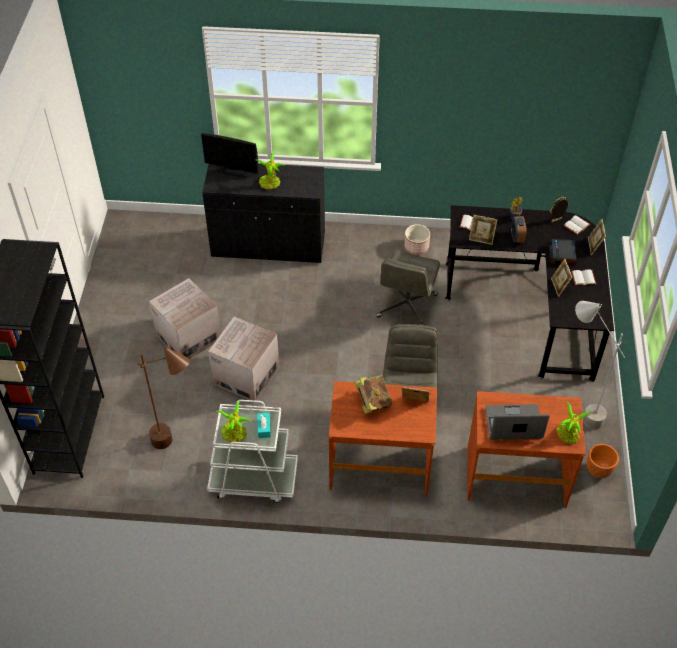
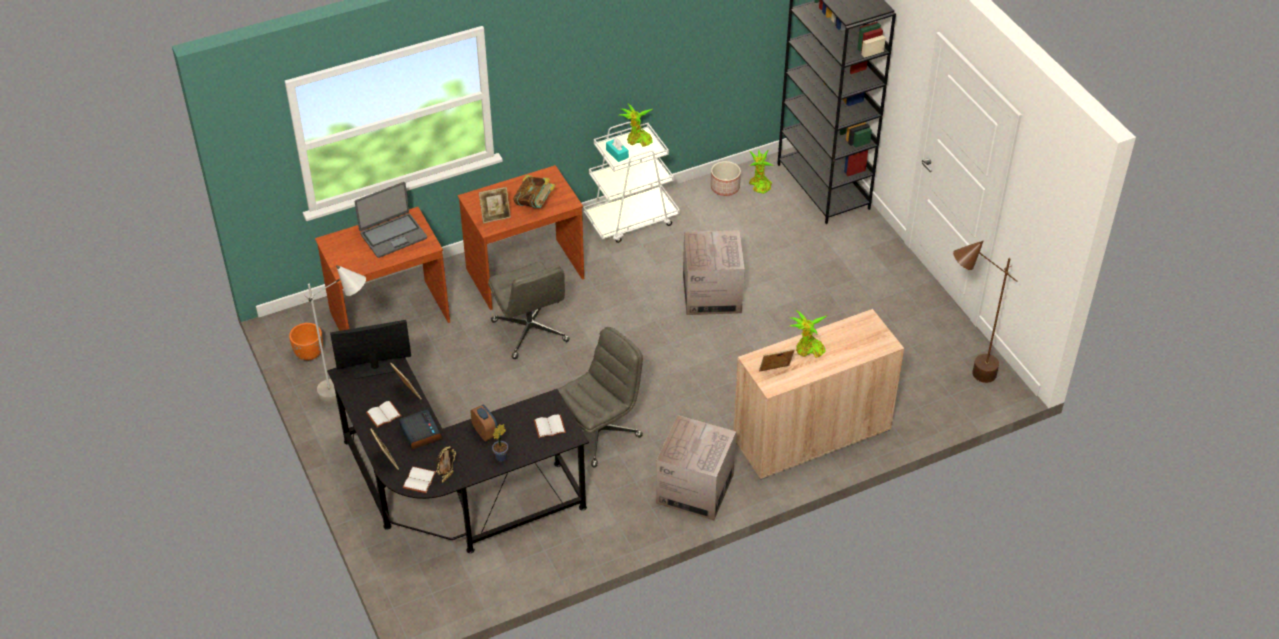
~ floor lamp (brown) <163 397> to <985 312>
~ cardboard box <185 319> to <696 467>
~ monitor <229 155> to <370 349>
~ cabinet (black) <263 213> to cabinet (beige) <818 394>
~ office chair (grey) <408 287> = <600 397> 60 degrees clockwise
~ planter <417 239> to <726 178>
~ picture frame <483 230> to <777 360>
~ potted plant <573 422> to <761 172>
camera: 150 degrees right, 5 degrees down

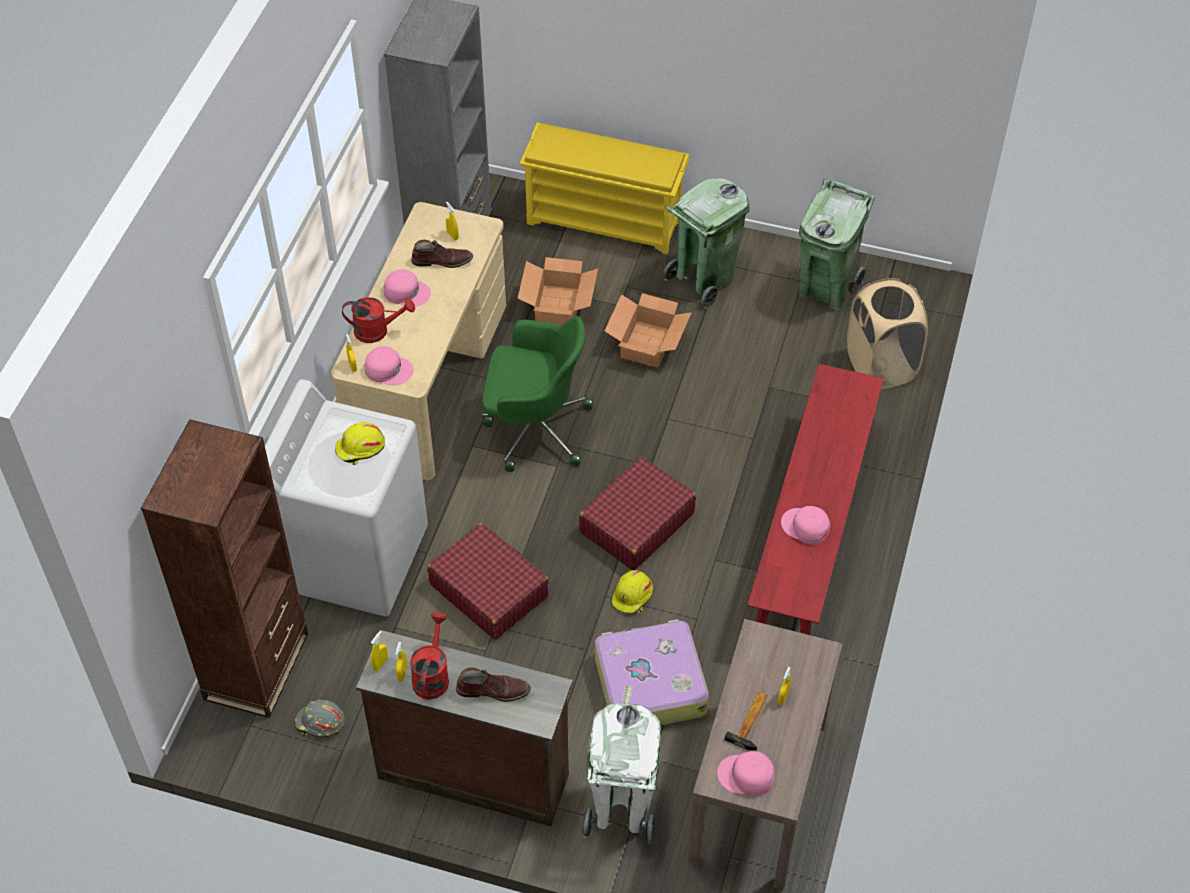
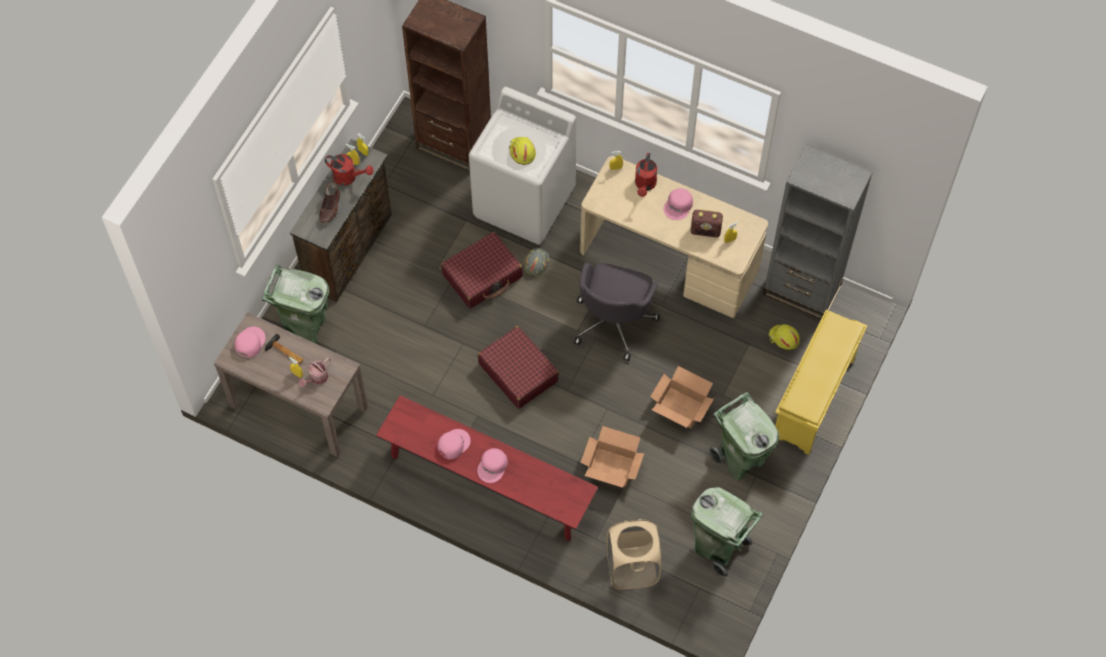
~ hard hat (grey) <320 718> to <536 262>
~ cap (pink) <389 365> to <492 465>
~ boot (brown) <442 254> to radio <706 223>
~ office chair (green) <537 394> to office chair (grey) <617 312>
~ cardboard box <557 291> to <612 457>
~ trash can (white) <621 773> to trash can (green) <295 304>
- suitcase <652 672>
~ hard hat (yellow) <632 592> to <784 337>
+ watering can <315 372>
camera: 100 degrees right, 10 degrees up

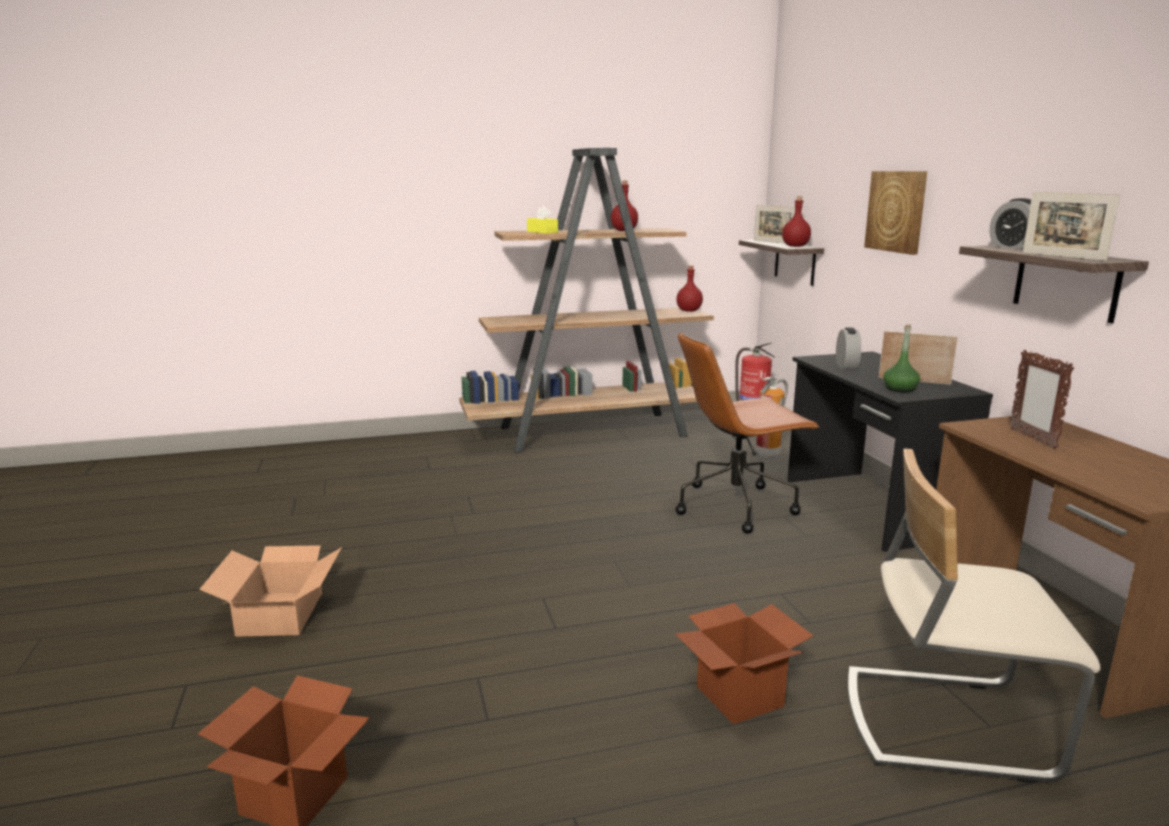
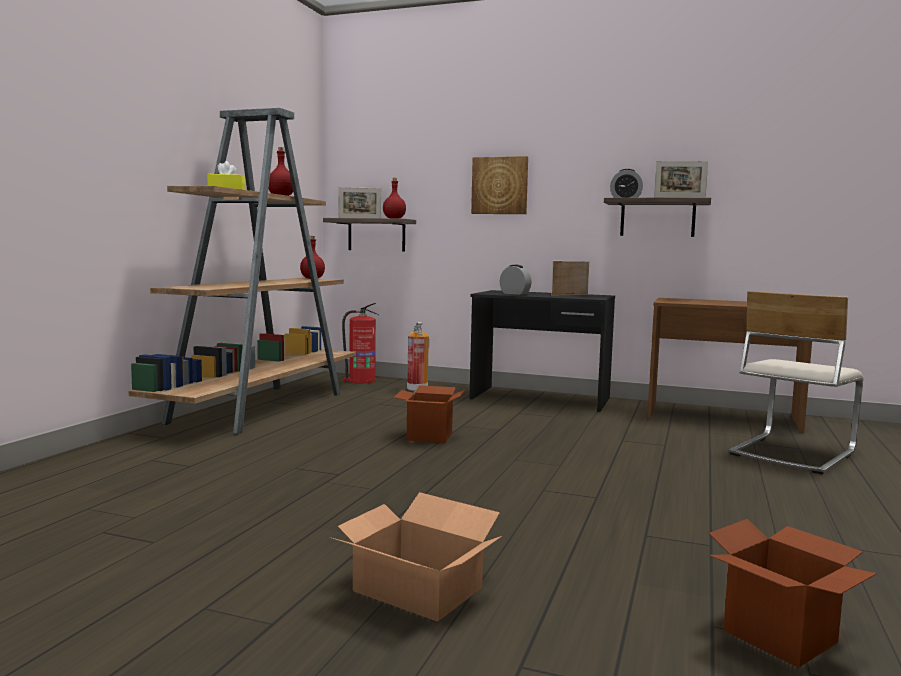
~ cardboard box <744 664> to <429 414>
- office chair (brown) <748 433>
- bottle (green) <901 359>
- picture frame <1042 399>
camera: 55 degrees left, 10 degrees down

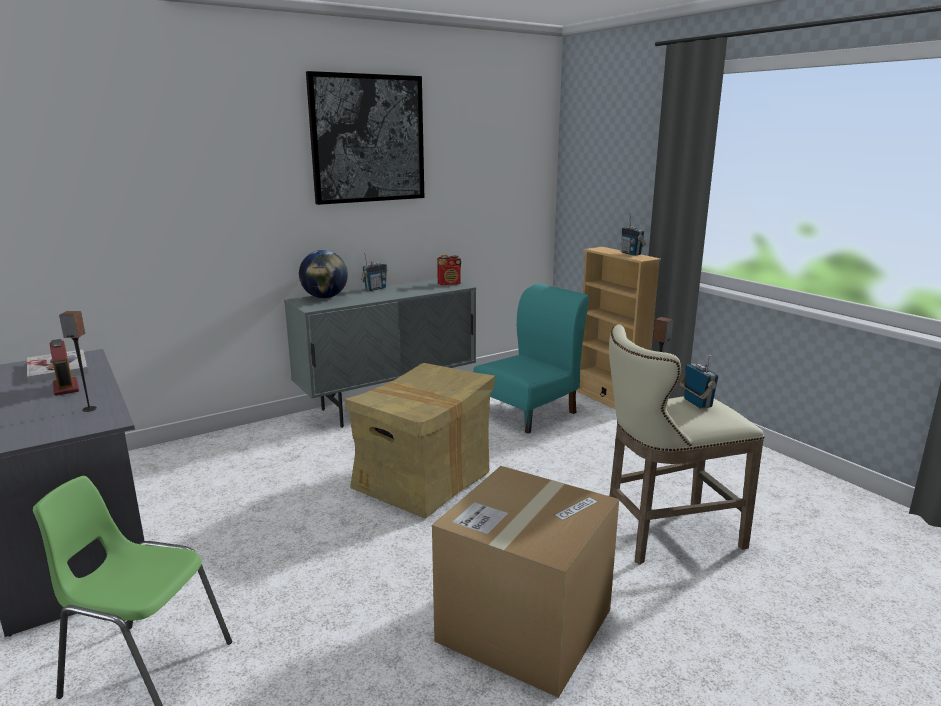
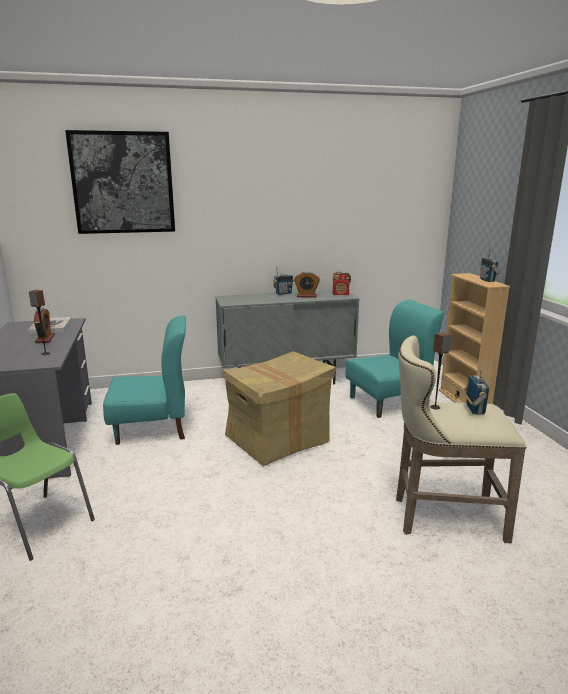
- globe <323 274>
~ picture <365 138> to <120 182>
- cardboard box <525 582>
+ chair (turquoise) <144 380>
+ alarm clock <307 284>
camera: 20 degrees right, 0 degrees up

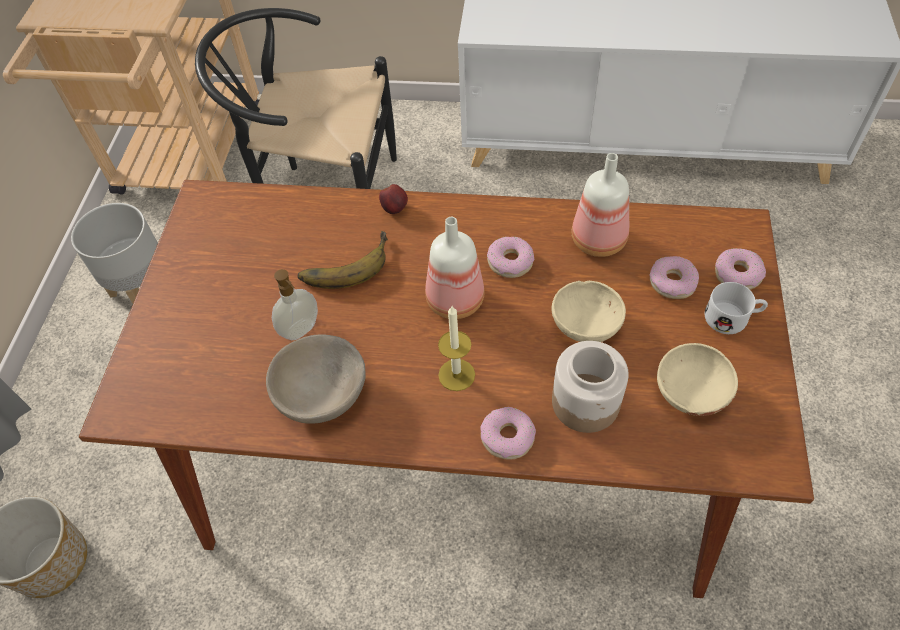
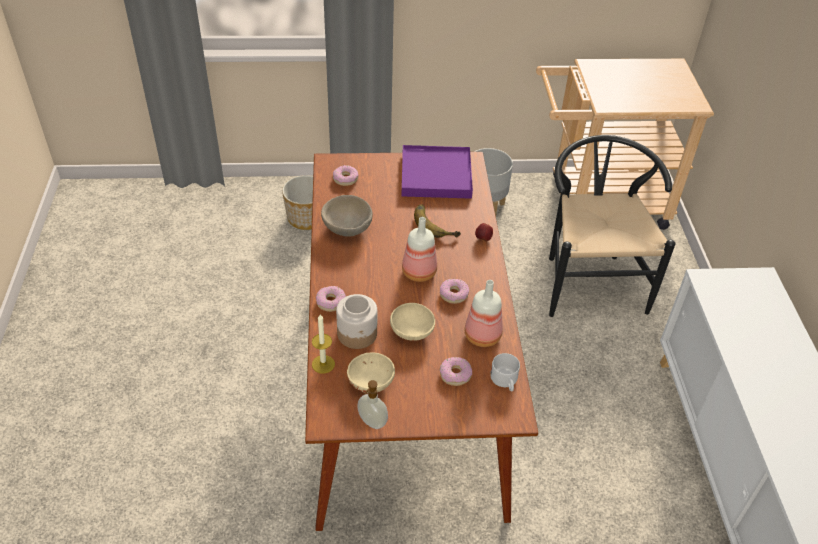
~ soap dispenser <295 304> to <372 404>
~ candle <456 348> to <323 344>
~ mug (white) <736 308> to <505 372>
~ donut <740 269> to <346 175>
+ tray (purple) <437 172>
camera: 75 degrees right, 10 degrees down

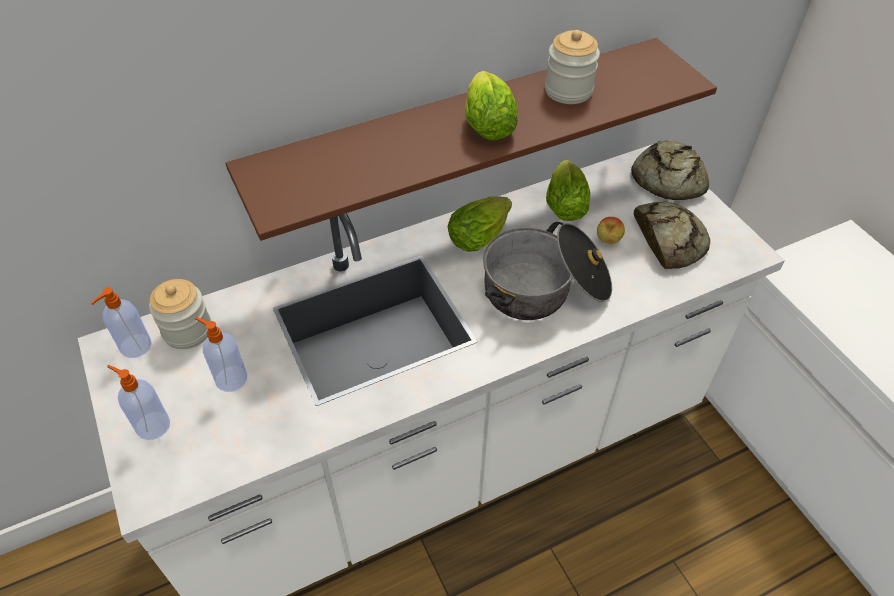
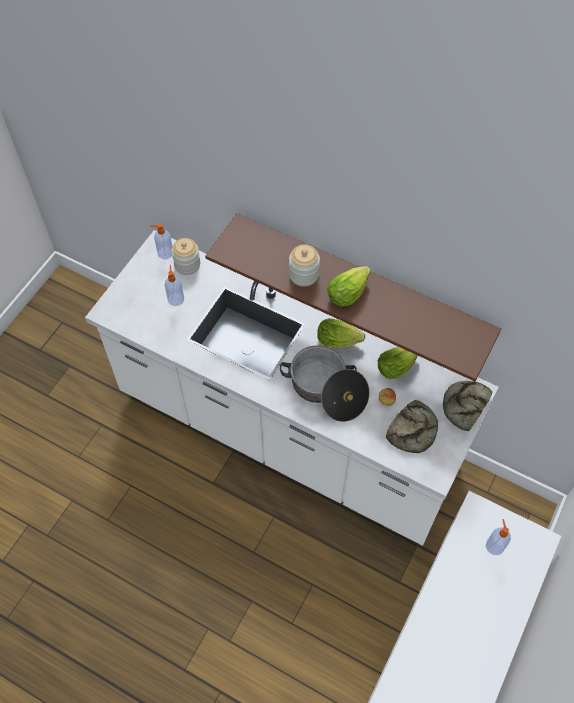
~ soap dispenser <138 402> to <498 537>
~ jar <572 67> to <304 266>
camera: 55 degrees right, 10 degrees up

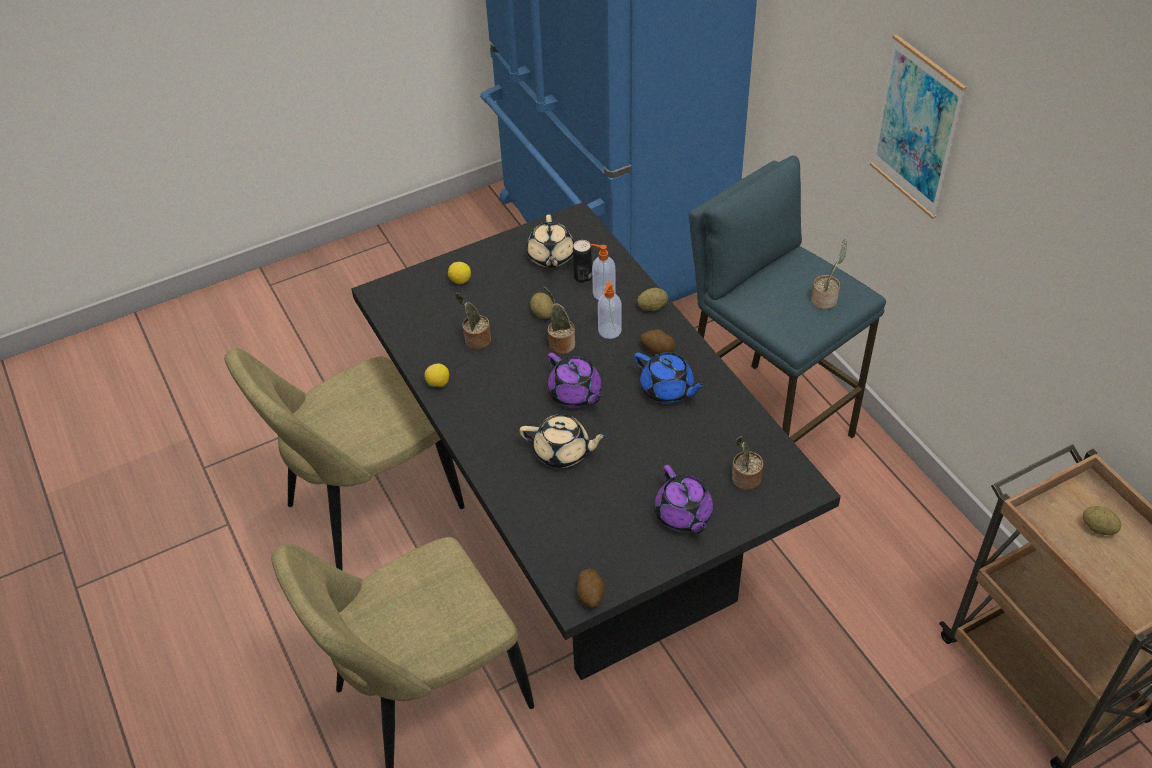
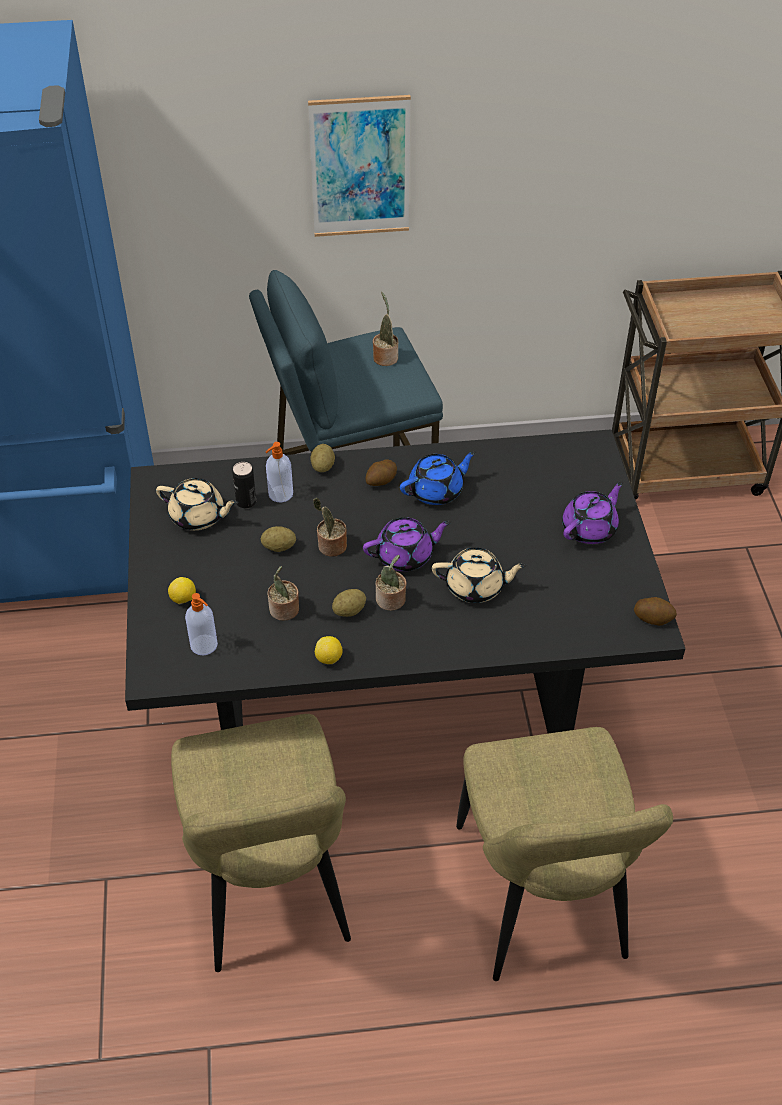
~ teapot (beige) <563 441> = <479 575> 60 degrees clockwise
~ soap dispenser <610 310> to <201 624>
~ teapot (purple) <683 499> = <592 512> 45 degrees counterclockwise
~ potted plant <747 463> to <391 583>
~ potato <1102 520> to <349 603>
camera: 70 degrees left, 0 degrees up

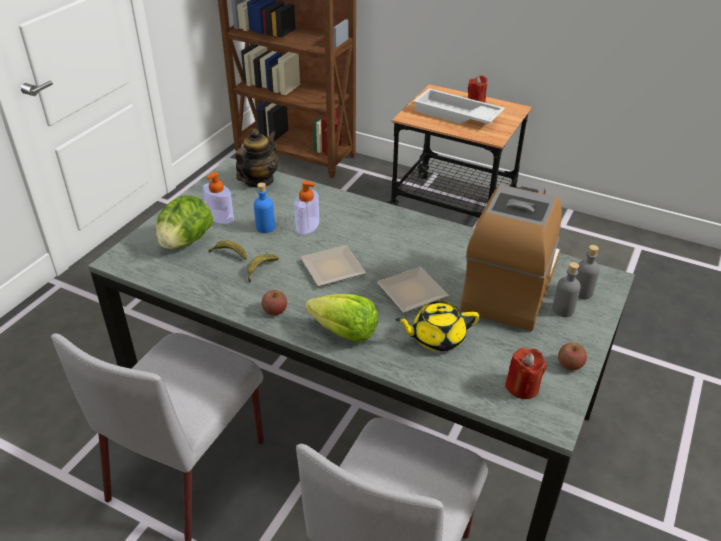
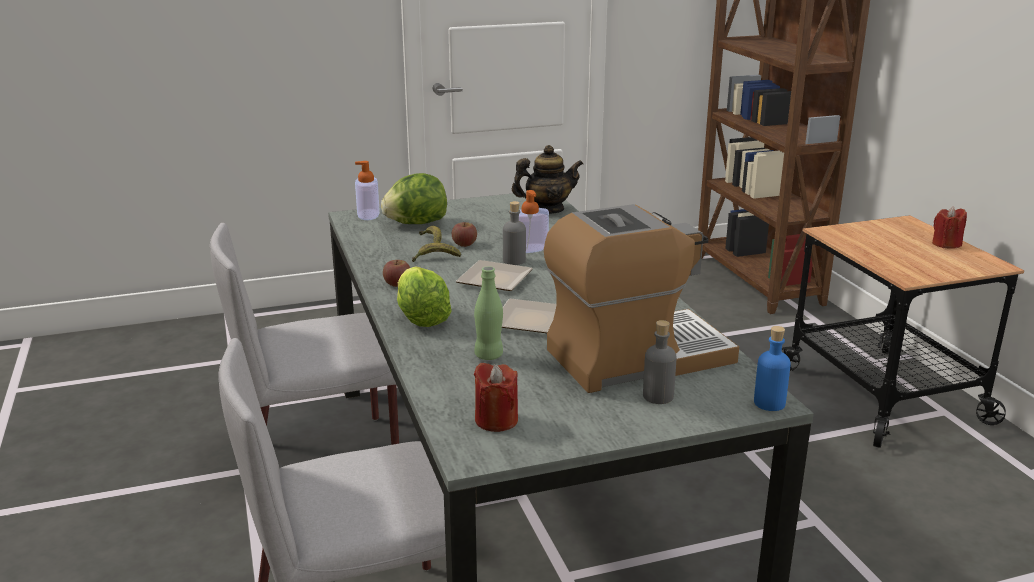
~ soap dispenser <218 198> to <367 190>
~ bottle (blue) <264 208> to <772 368>
~ teapot (yellow) <437 326> to bottle (green) <488 313>
- tray (white) <459 106>
~ apple <572 356> to <464 234>
~ bottle (grey) <587 272> to <514 233>
camera: 45 degrees right, 15 degrees down

